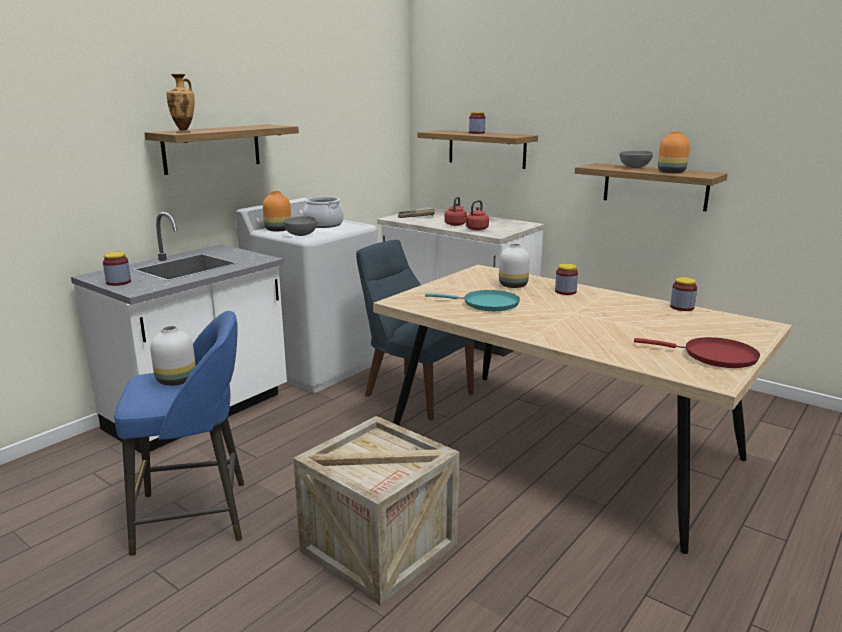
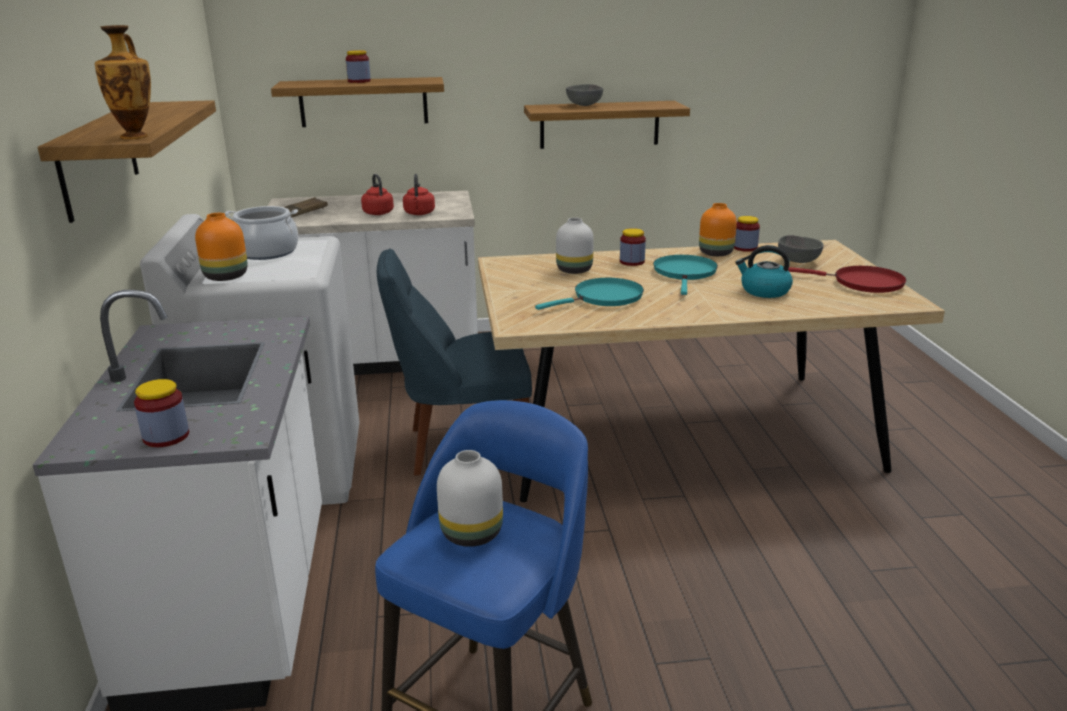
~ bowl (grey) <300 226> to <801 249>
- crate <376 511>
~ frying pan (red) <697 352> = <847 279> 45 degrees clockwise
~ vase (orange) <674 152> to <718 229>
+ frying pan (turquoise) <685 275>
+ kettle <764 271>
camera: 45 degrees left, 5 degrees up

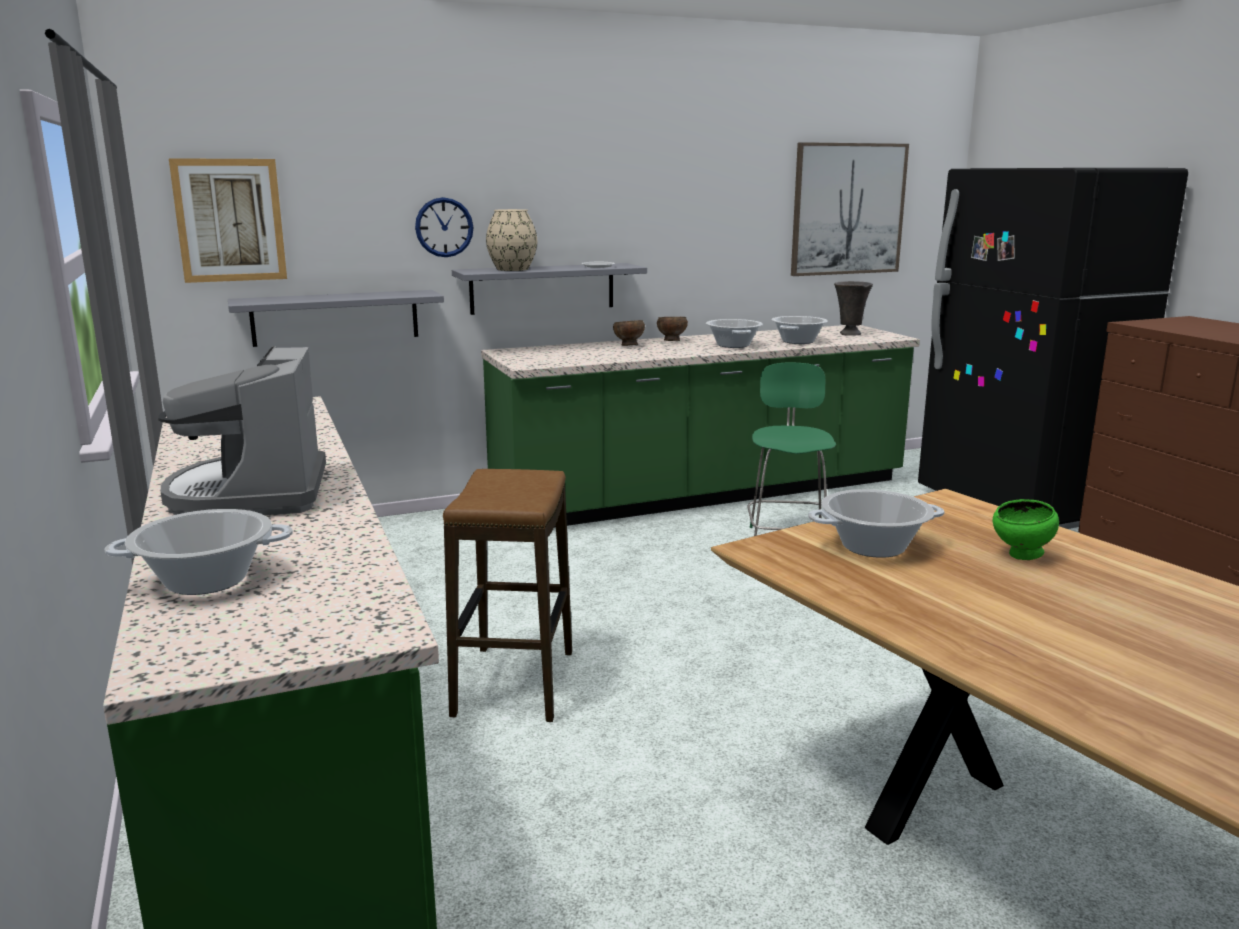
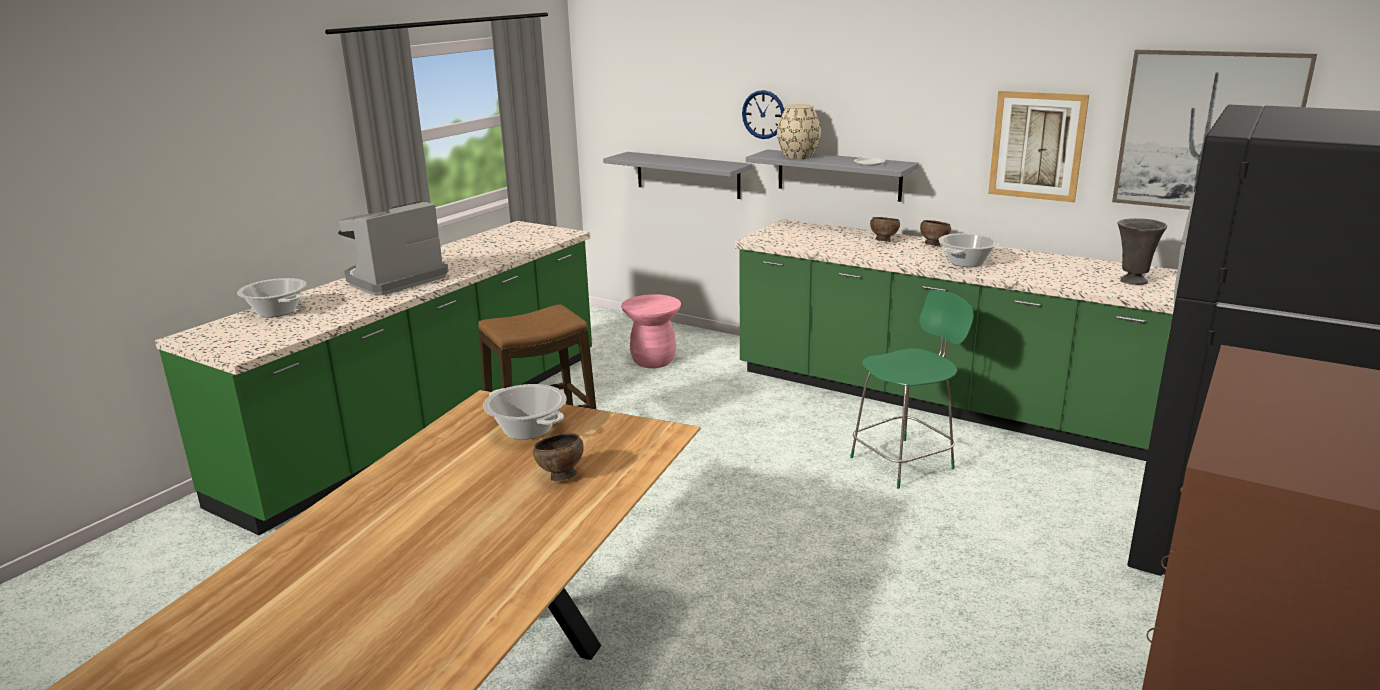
~ picture <228 220> to <1038 146>
- cooking pot <799 330>
~ bowl (green) <1026 529> to bowl (brown) <558 457>
+ stool (pink) <651 331>
camera: 55 degrees right, 5 degrees up

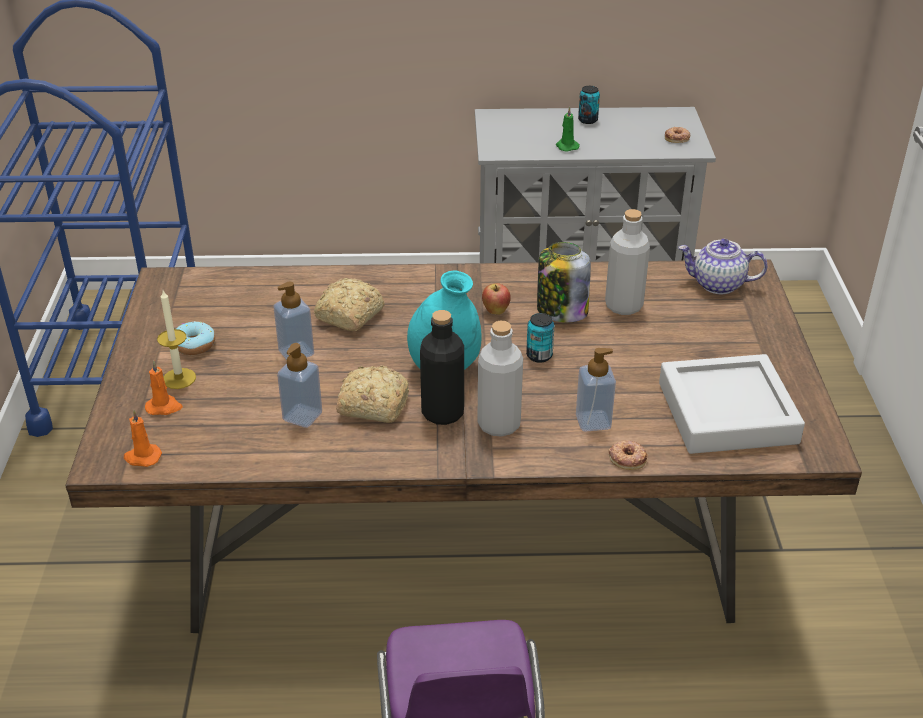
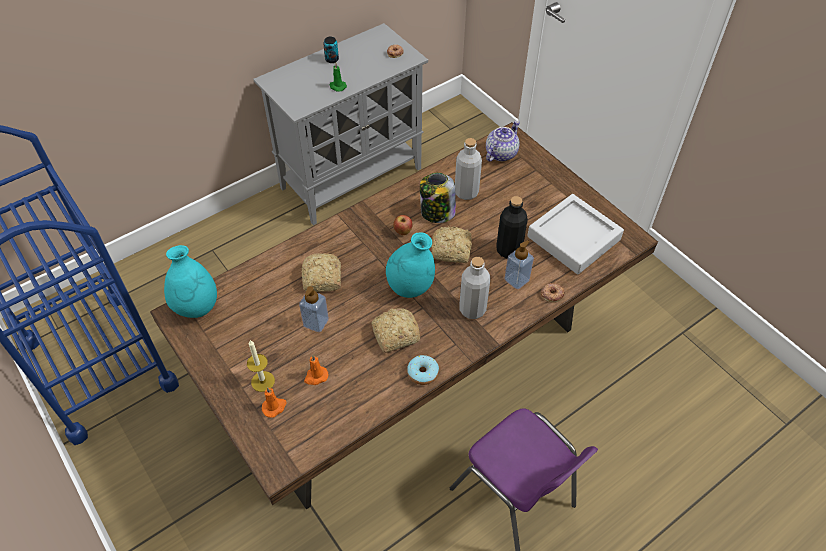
~ candle (orange) <143 438> to <316 370>
~ donut <195 338> to <423 370>
- soap dispenser <299 385>
~ bottle (black) <442 367> to <512 227>
~ can <540 338> to bread <452 244>
~ teapot <723 266> = <503 141> 150 degrees clockwise
+ vase (turquoise) <190 281>
camera: 35 degrees left, 15 degrees up

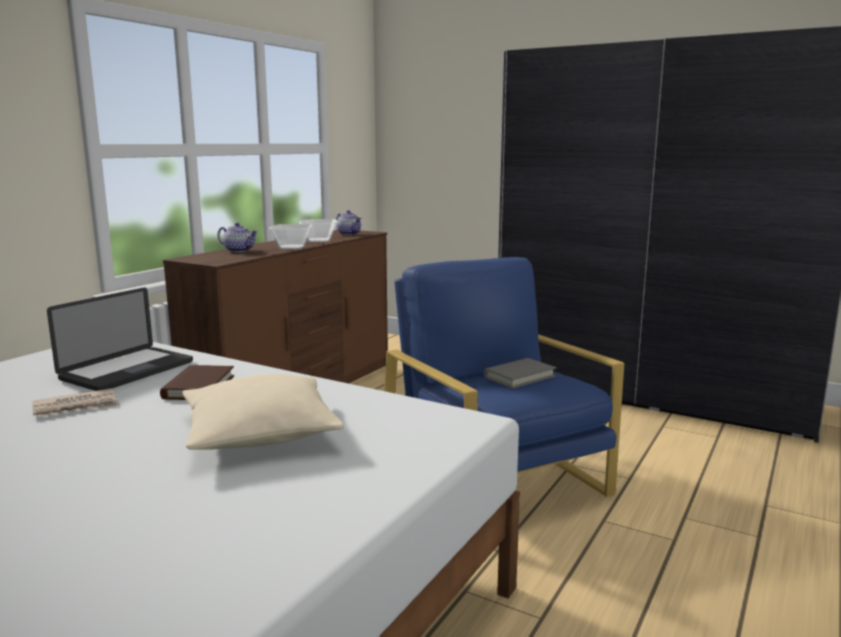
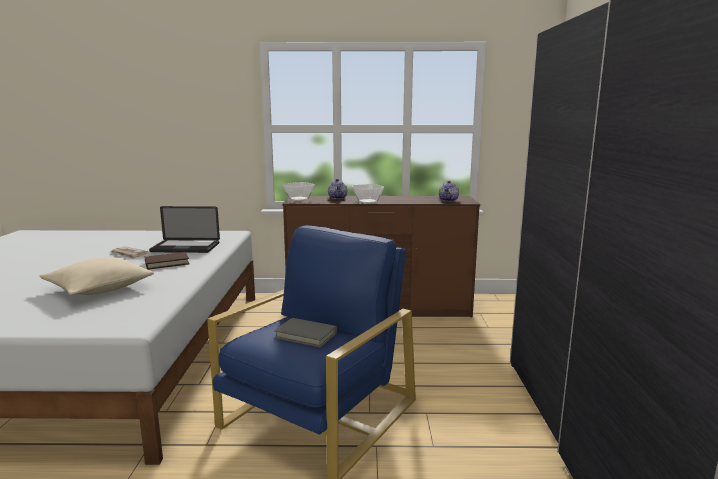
~ bowl <318 230> to <298 191>
camera: 60 degrees right, 0 degrees up

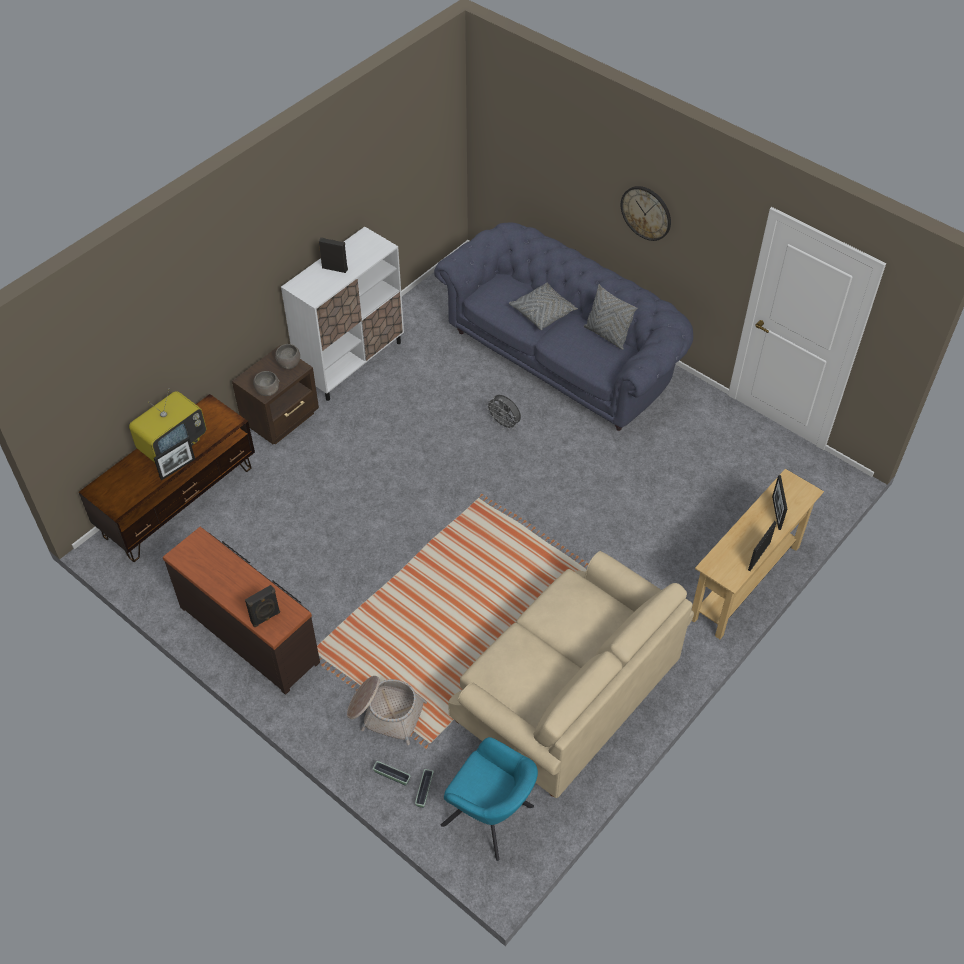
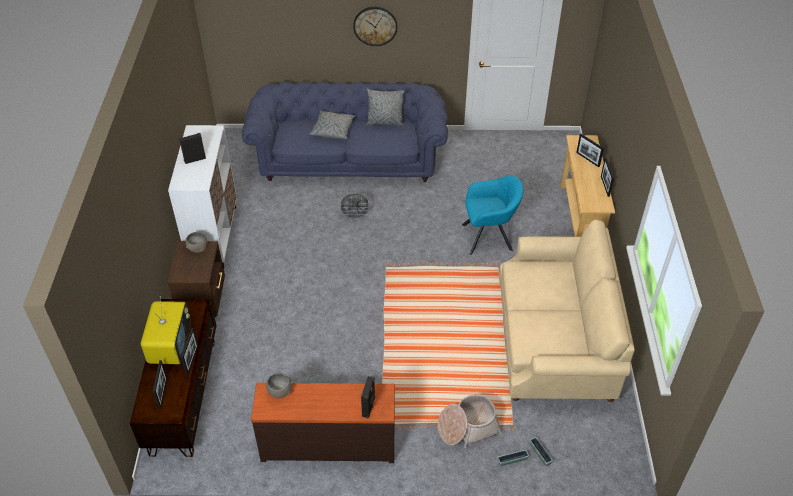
~ bowl (grey) <266 383> to <279 385>
~ armchair (turquoise) <489 799> to <492 215>
+ picture frame <160 384>
camera: 40 degrees left, 5 degrees down

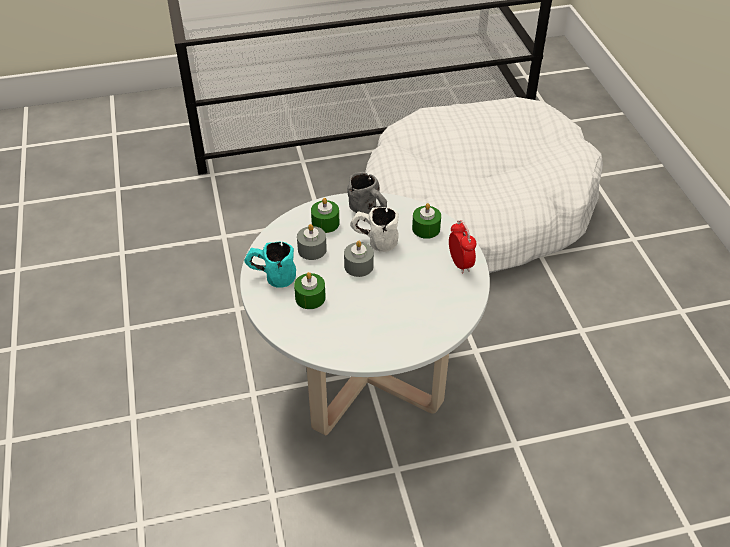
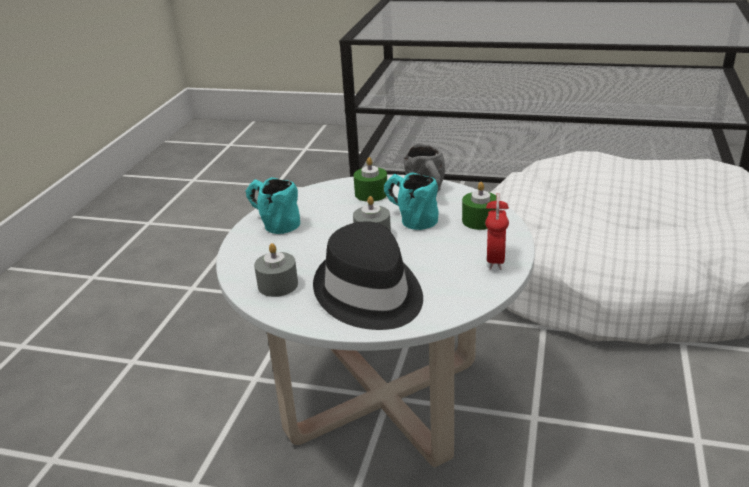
- candle (green) <310 290>
~ candle (grey) <312 242> to <276 270>
~ mug (white) <374 229> to mug (turquoise) <411 201>
+ hat (black) <368 275>
camera: 30 degrees right, 15 degrees down

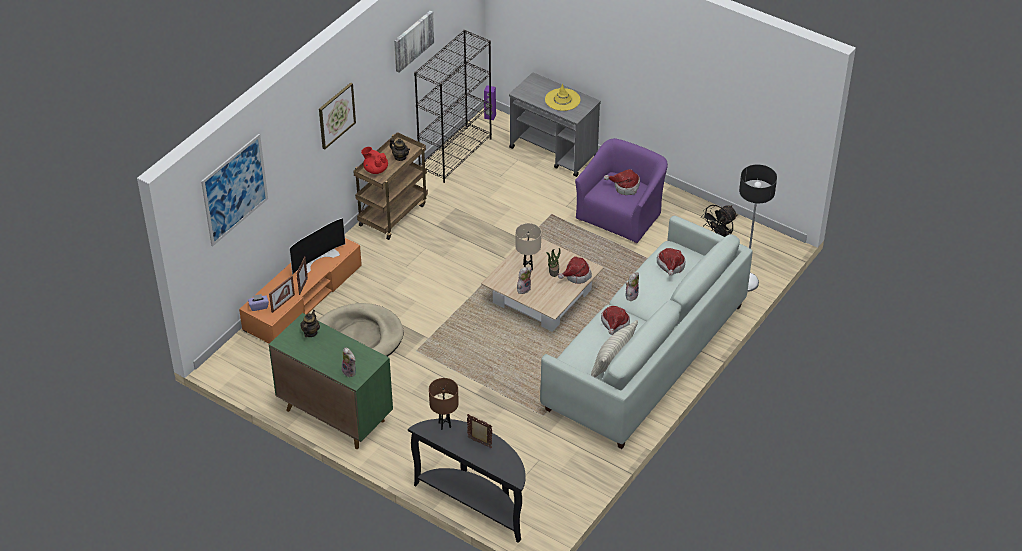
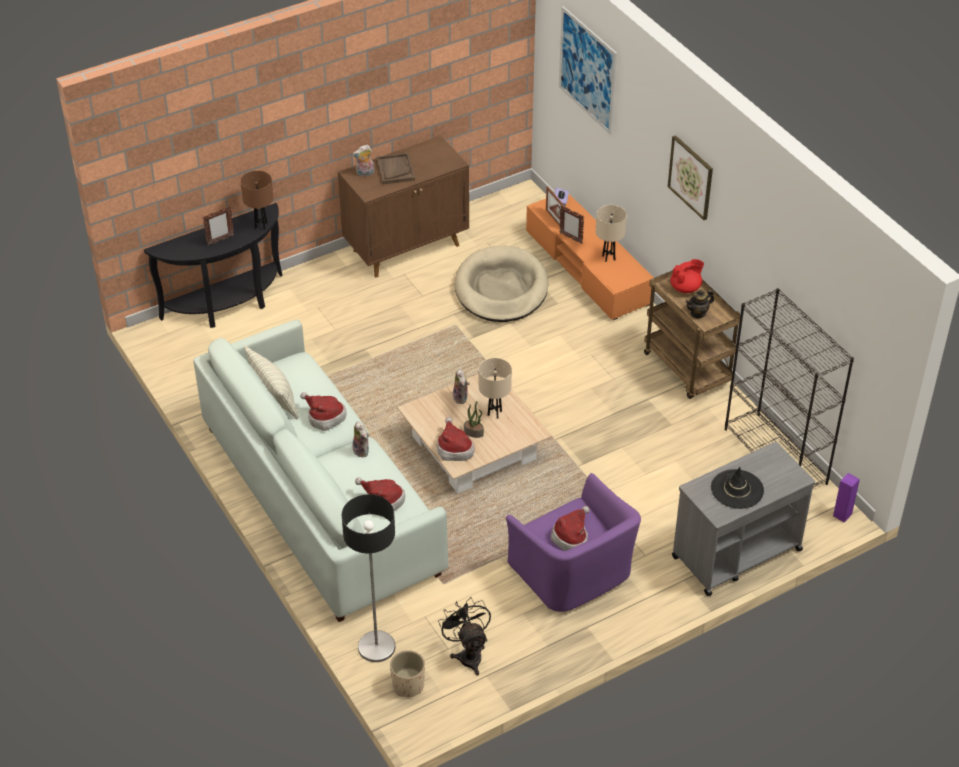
~ cabinet (green) <331 381> to cabinet (brown) <403 206>
~ television <317 246> to table lamp (beige) <611 233>
- teapot <310 323>
- picture <414 42>
~ hat (yellow) <562 97> to hat (black) <737 487>
+ tray (brown) <395 168>
+ planter (beige) <407 673>
camera: 115 degrees right, 0 degrees up

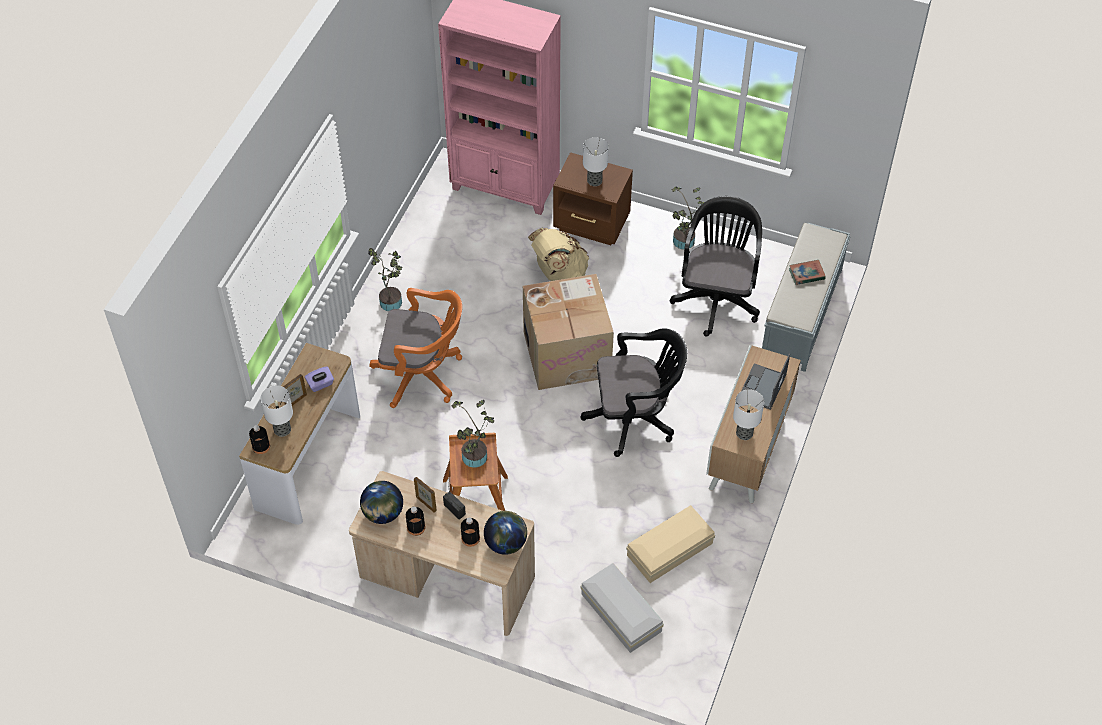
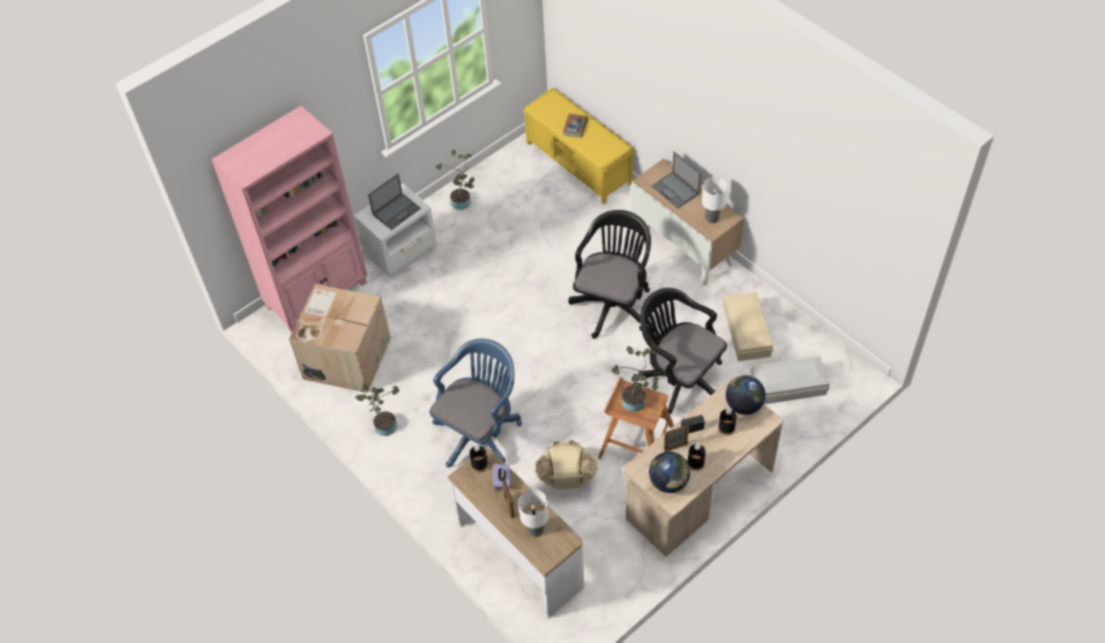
~ bottle (black) <259 439> to <478 458>
~ office chair (orange) <415 348> to office chair (blue) <476 403>
~ cardboard box <568 332> to <340 338>
~ backpack (beige) <558 254> to <566 465>
~ nightstand (brown) <593 198> to nightstand (white) <395 230>
~ table lamp <595 161> to laptop <394 202>
~ office chair (black) <716 266> to <682 351>
~ bench (grey) <806 297> to bench (yellow) <579 146>
camera: 60 degrees left, 0 degrees up

